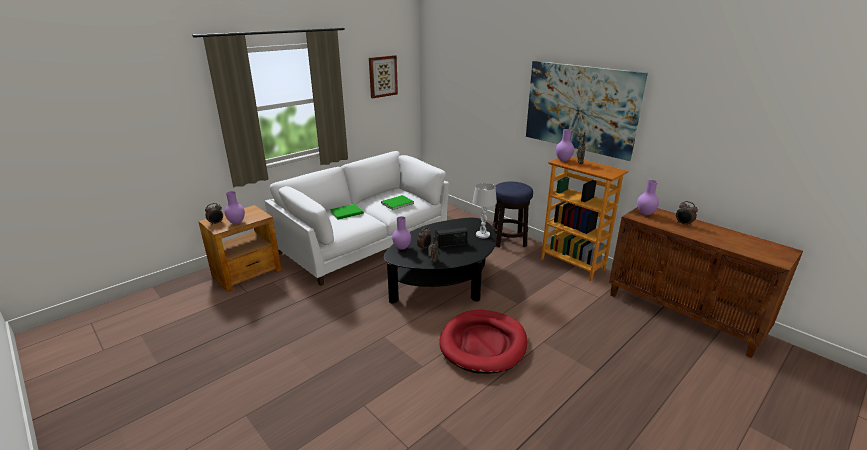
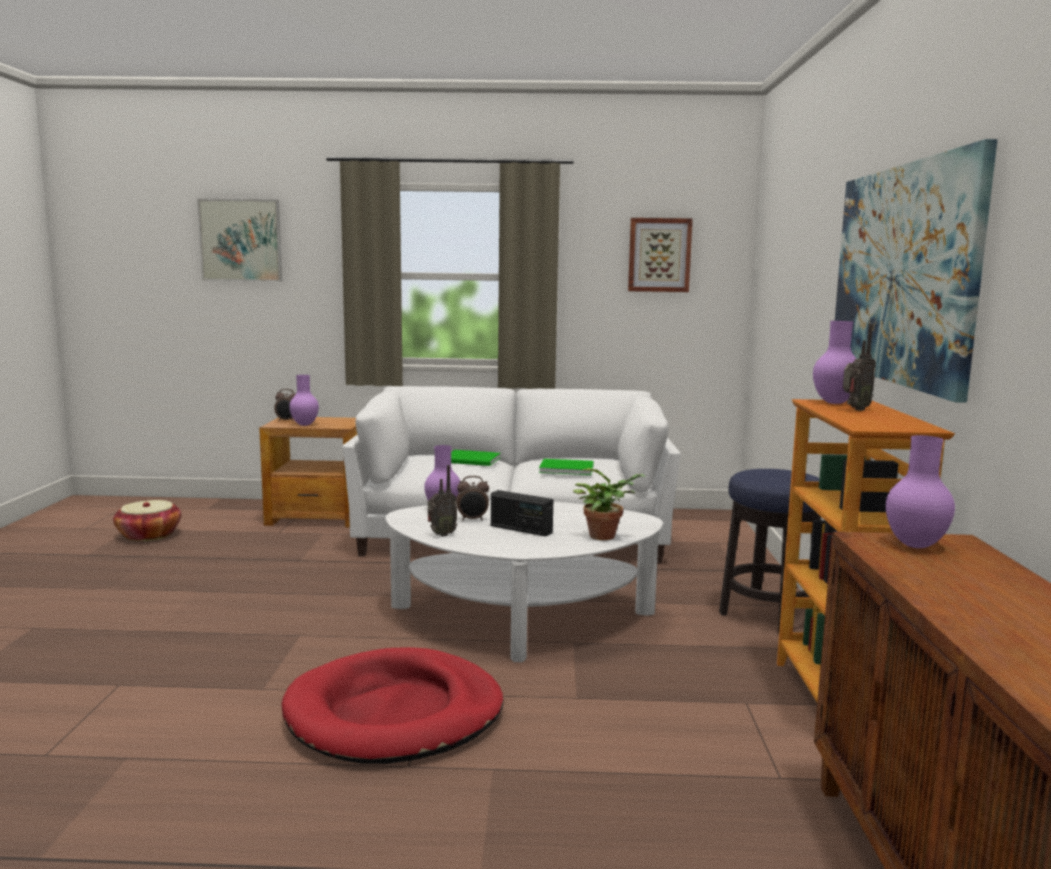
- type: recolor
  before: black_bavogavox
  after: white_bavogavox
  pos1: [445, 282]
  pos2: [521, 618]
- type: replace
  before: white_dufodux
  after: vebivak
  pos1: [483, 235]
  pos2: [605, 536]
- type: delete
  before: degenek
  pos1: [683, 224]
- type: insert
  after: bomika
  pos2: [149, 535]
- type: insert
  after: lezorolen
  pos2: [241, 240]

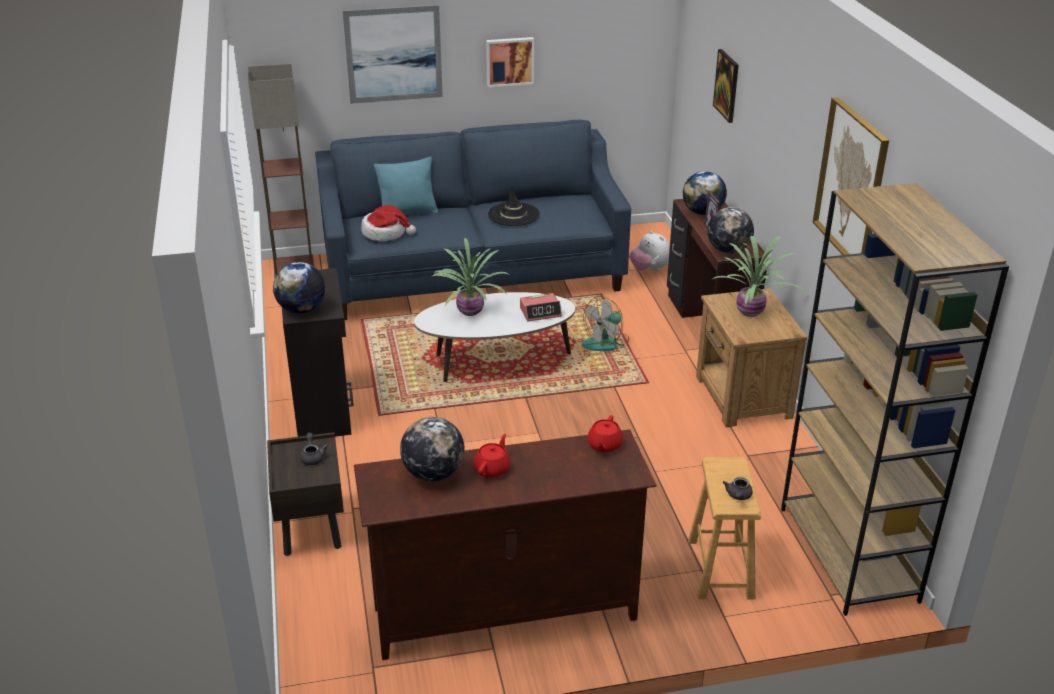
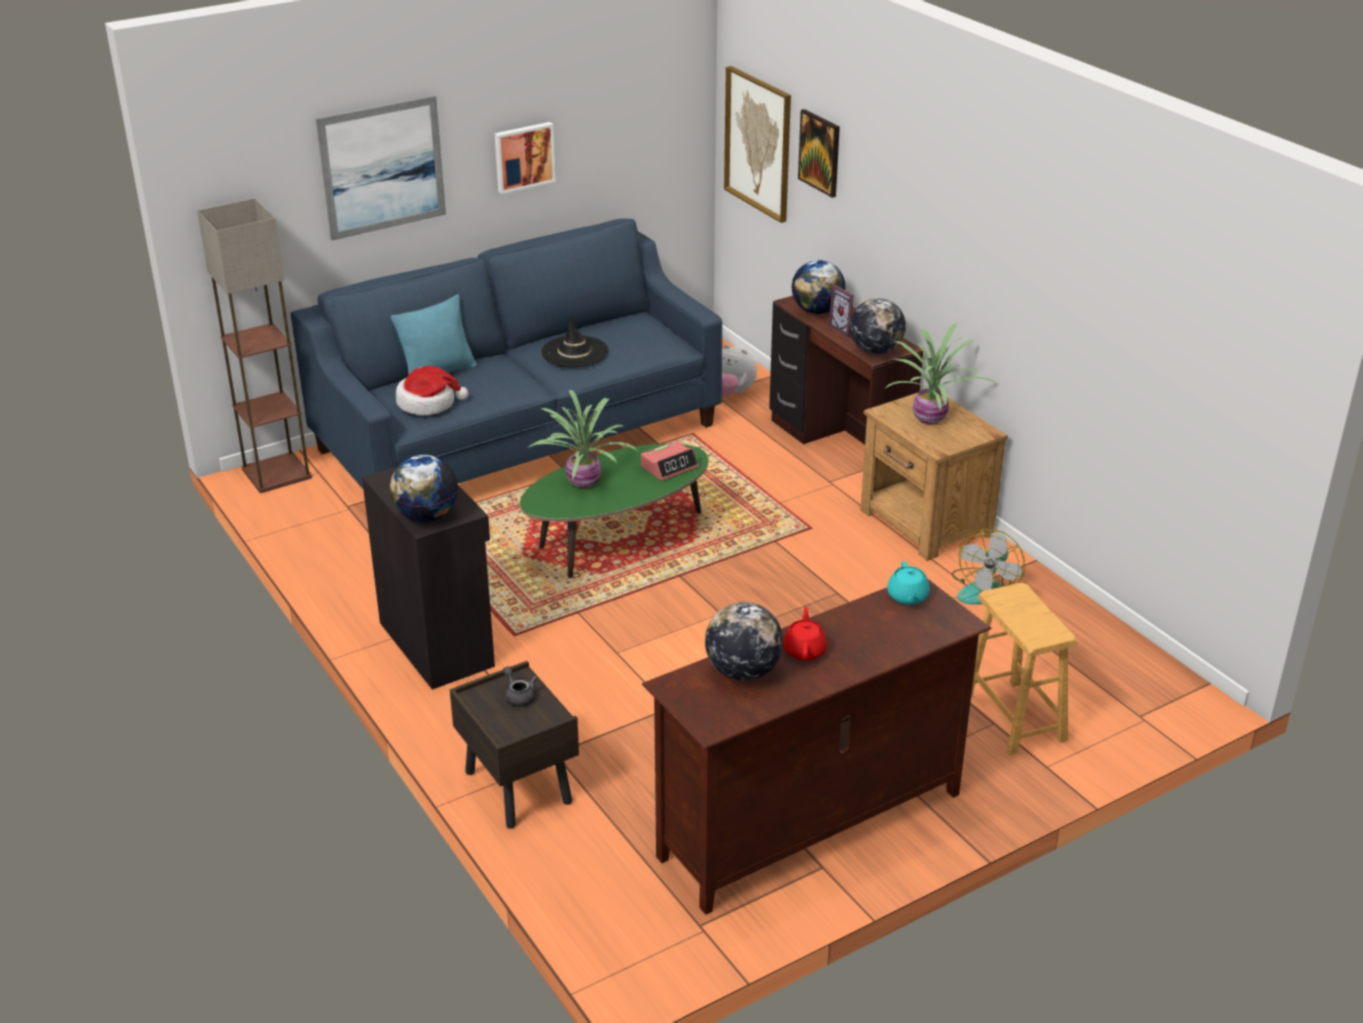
- type: recolor
  before: white_bavogavox
  after: green_bavogavox
  pos1: [496, 362]
  pos2: [617, 541]
- type: move
  before: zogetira
  pos1: [606, 342]
  pos2: [985, 588]
- type: recolor
  before: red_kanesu
  after: turquoise_kanesu
  pos1: [604, 445]
  pos2: [907, 597]
- type: delete
  before: grey_kanesu
  pos1: [738, 496]
- type: delete
  before: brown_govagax
  pos1: [849, 554]
- type: move
  before: lezorolen
  pos1: [851, 184]
  pos2: [758, 143]

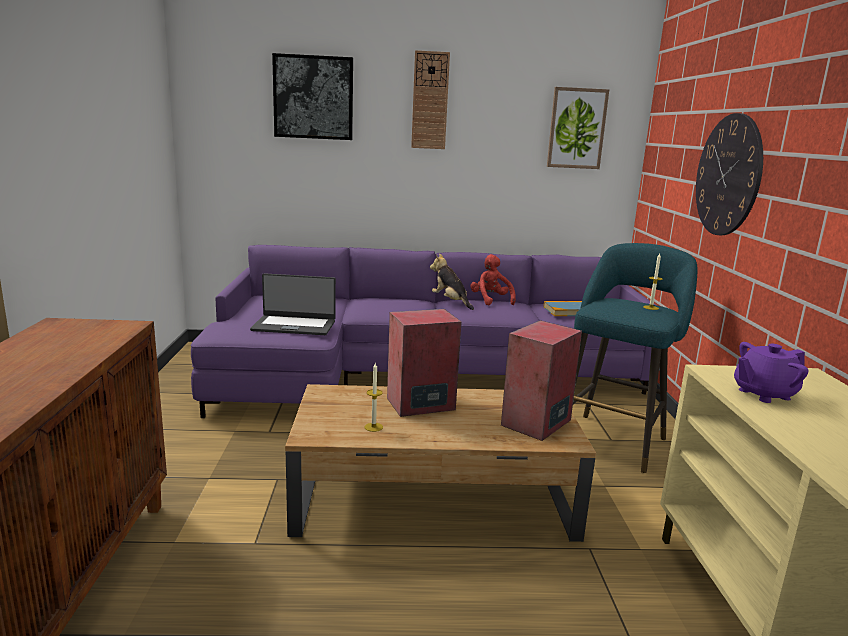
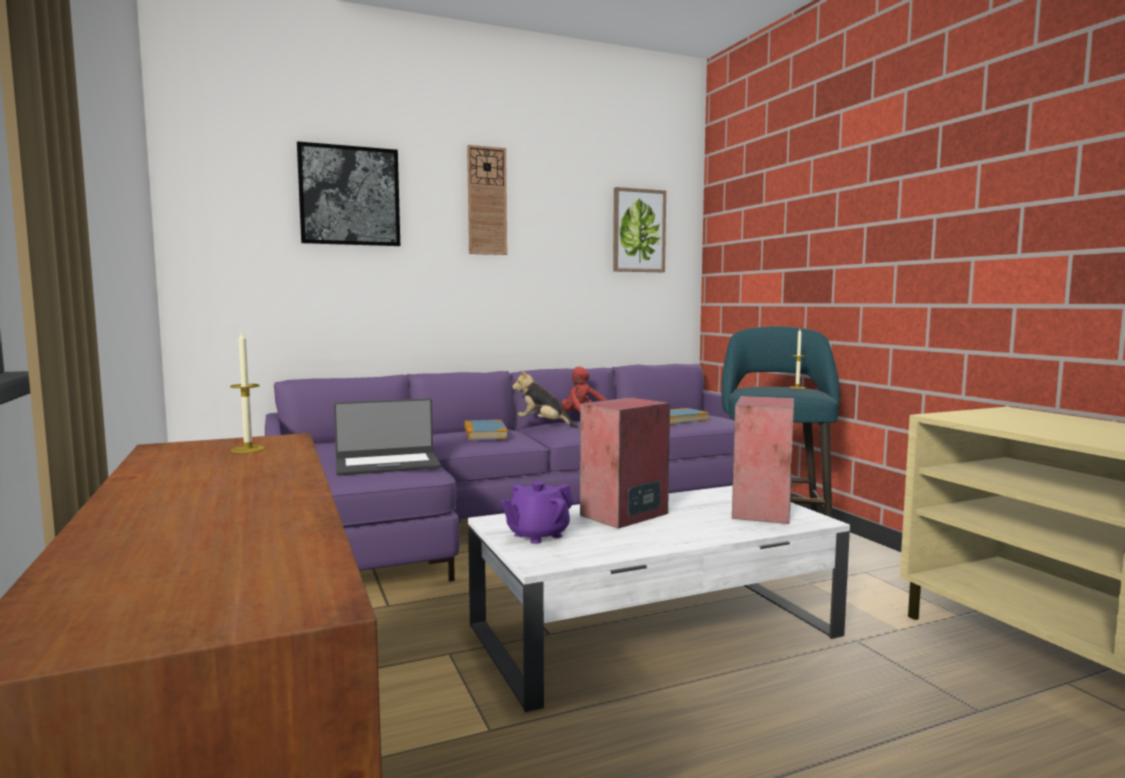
- type: recolor
  before: brown_bavogavox
  after: white_bavogavox
  pos1: [435, 497]
  pos2: [656, 630]
- type: move
  before: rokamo
  pos1: [373, 427]
  pos2: [248, 449]
- type: delete
  before: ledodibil
  pos1: [728, 175]
- type: move
  before: purple_kanesu
  pos1: [763, 394]
  pos2: [537, 535]
- type: insert
  after: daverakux
  pos2: [485, 433]

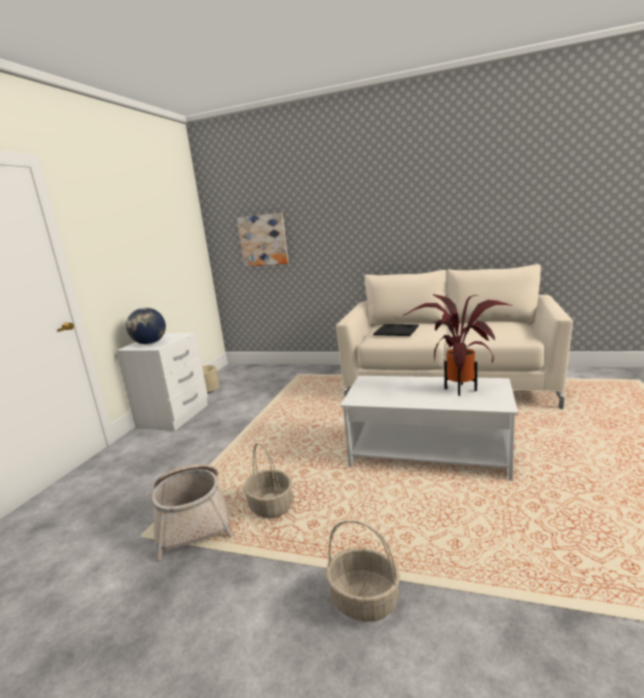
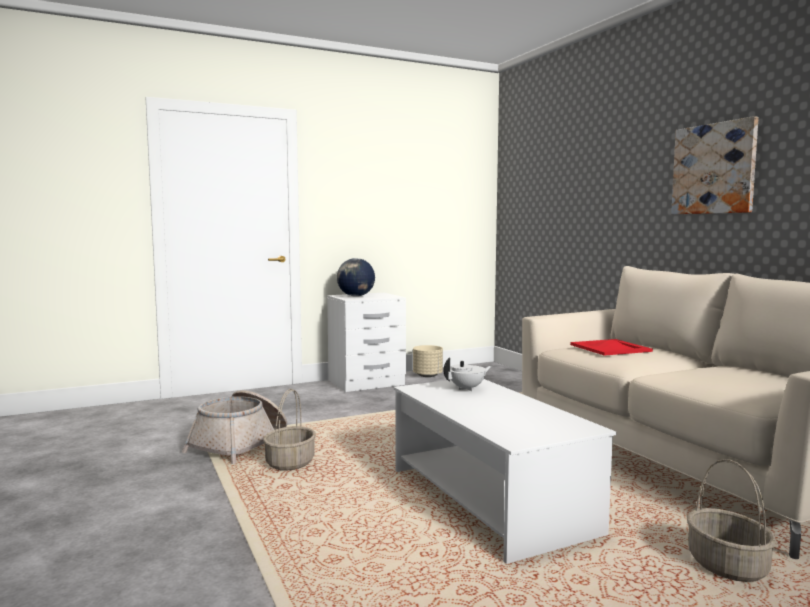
- type: move
  before: lezorolen
  pos1: [263, 240]
  pos2: [714, 169]
- type: move
  before: bomika
  pos1: [363, 601]
  pos2: [725, 565]
- type: recolor
  before: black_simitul
  after: red_simitul
  pos1: [396, 330]
  pos2: [611, 348]
- type: delete
  before: vebivak
  pos1: [460, 388]
- type: insert
  after: white_kanesu
  pos2: [467, 388]

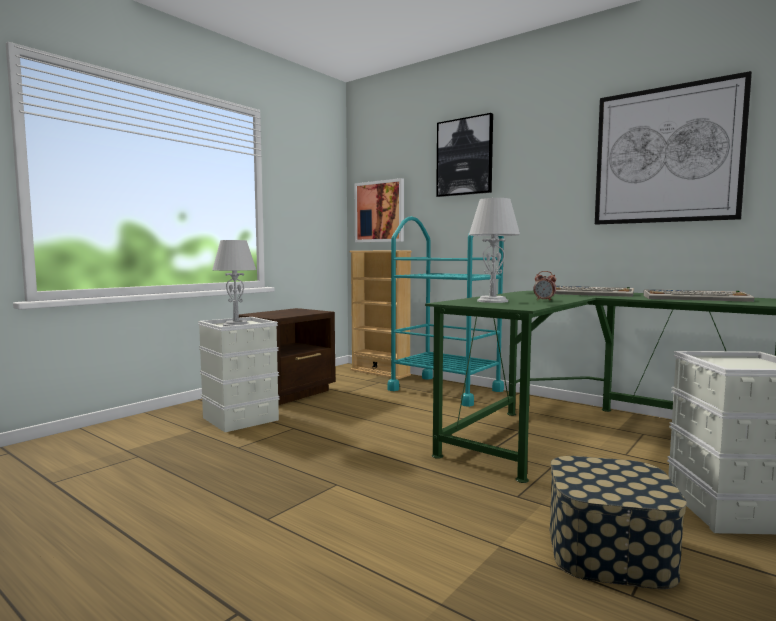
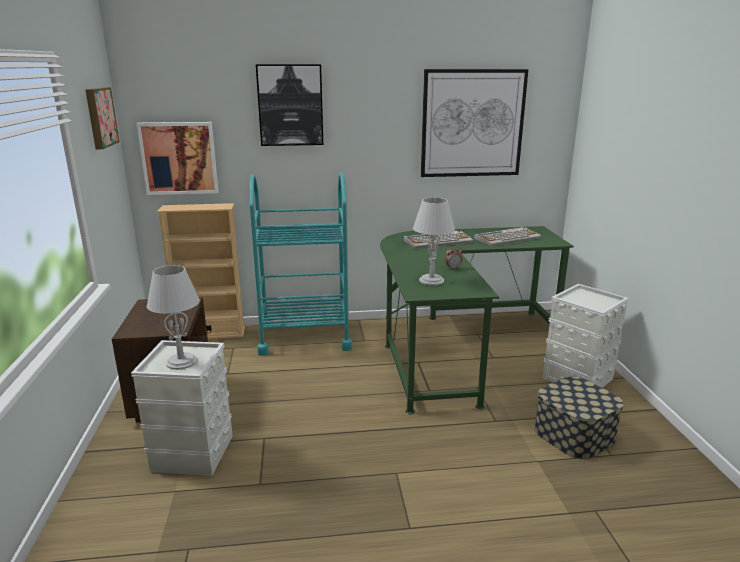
- type: insert
  after: lezorolen
  pos2: [99, 117]

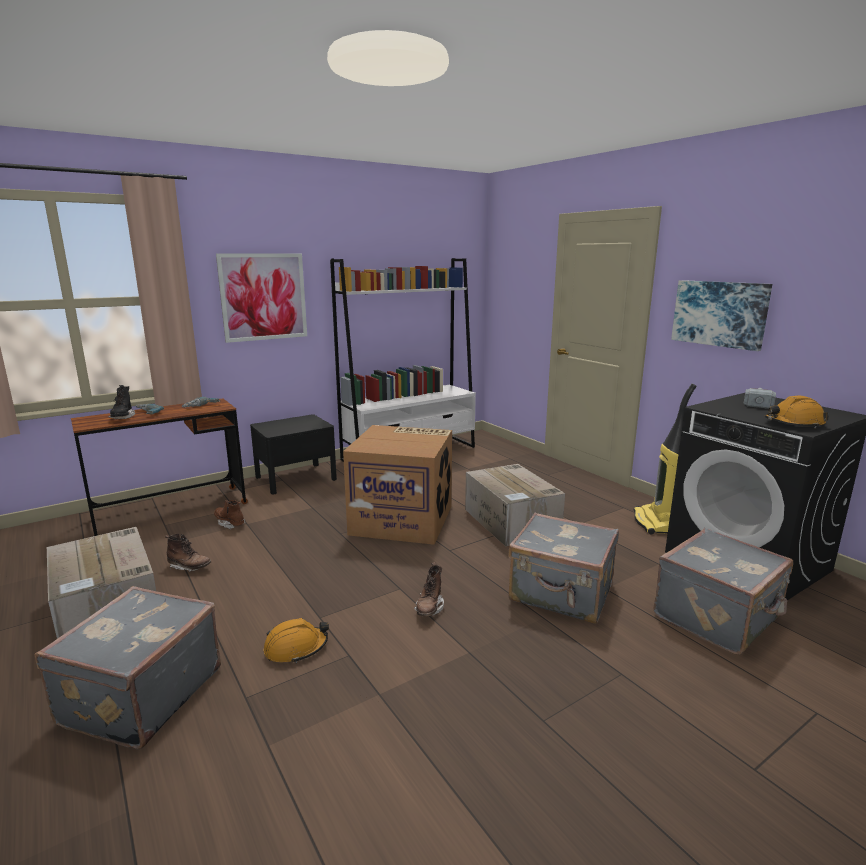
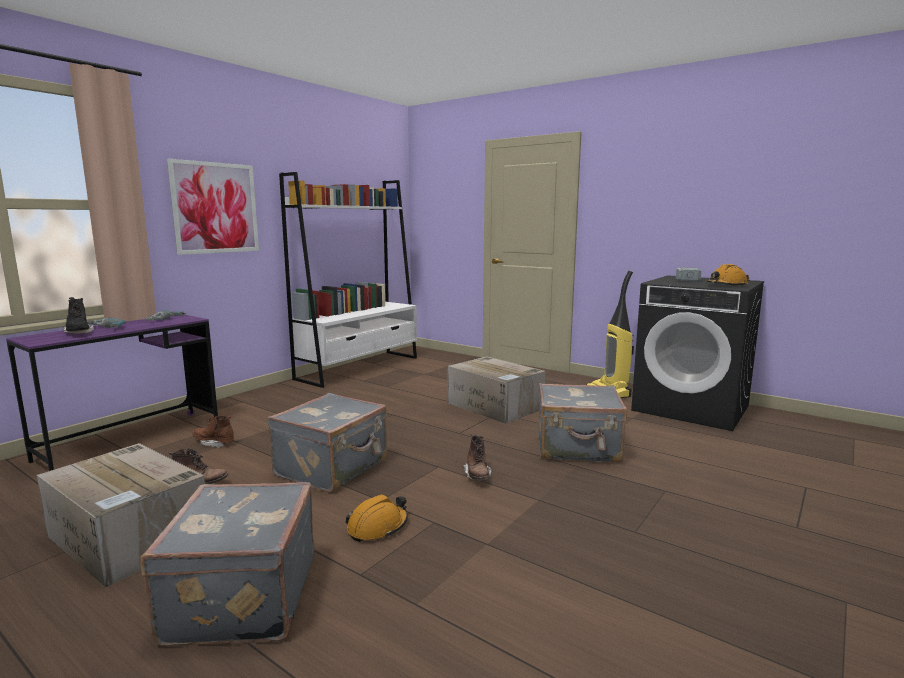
- type: recolor
  before: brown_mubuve
  after: purple_mubuve
  pos1: [171, 511]
  pos2: [131, 442]
- type: delete
  before: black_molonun
  pos1: [296, 478]
- type: delete
  before: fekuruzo
  pos1: [403, 519]
- type: move
  before: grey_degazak
  pos1: [718, 617]
  pos2: [333, 468]
- type: delete
  before: lezorolen
  pos1: [719, 313]

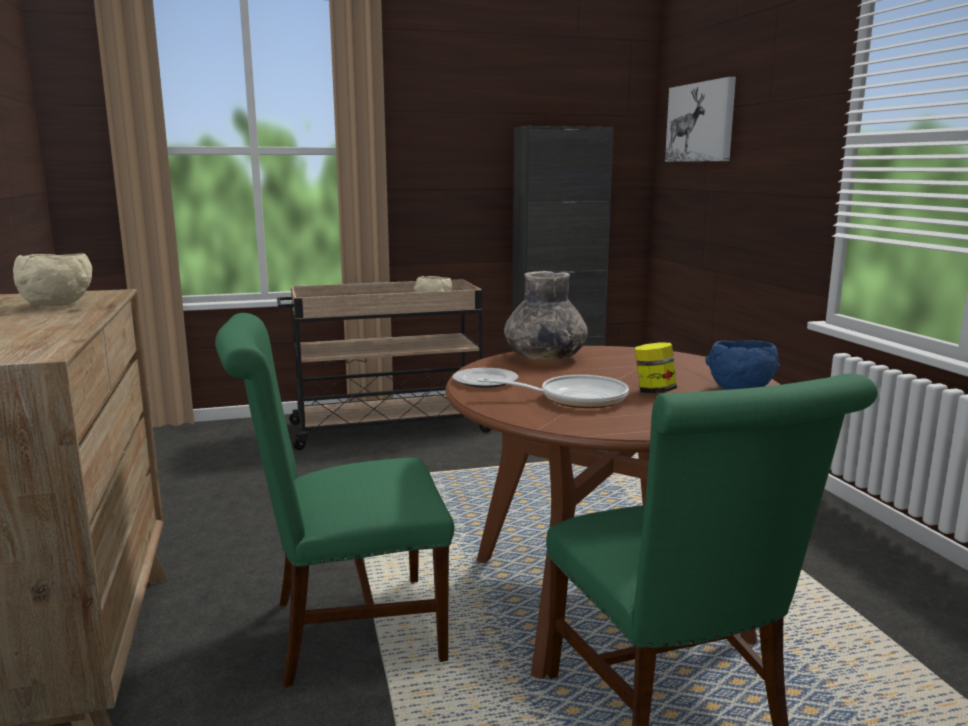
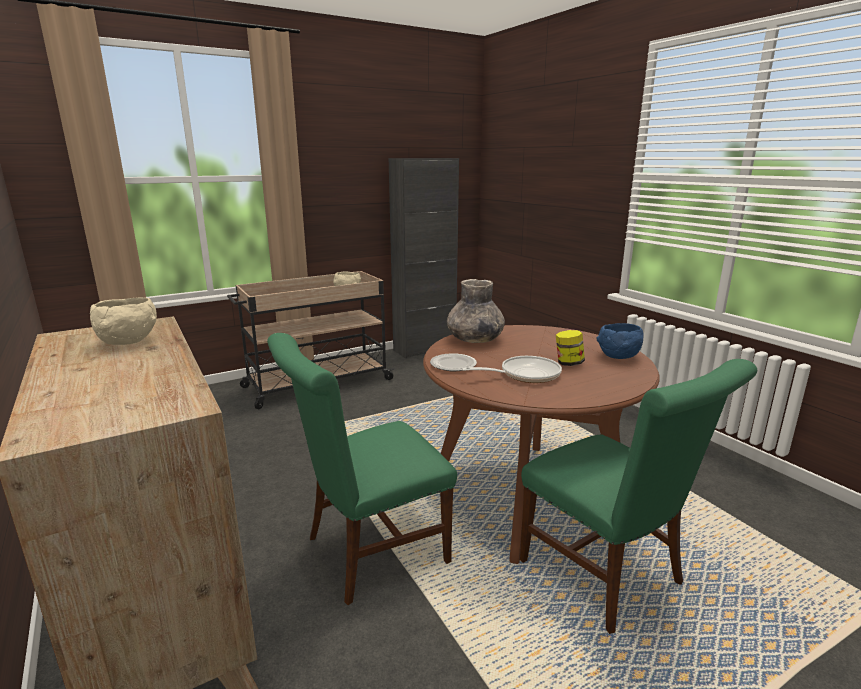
- type: delete
  before: lezorolen
  pos1: [701, 122]

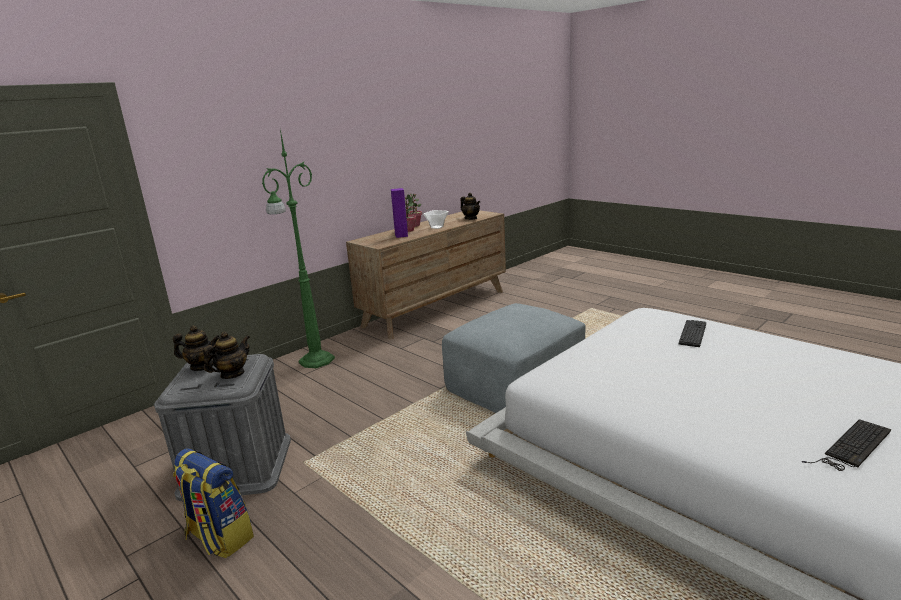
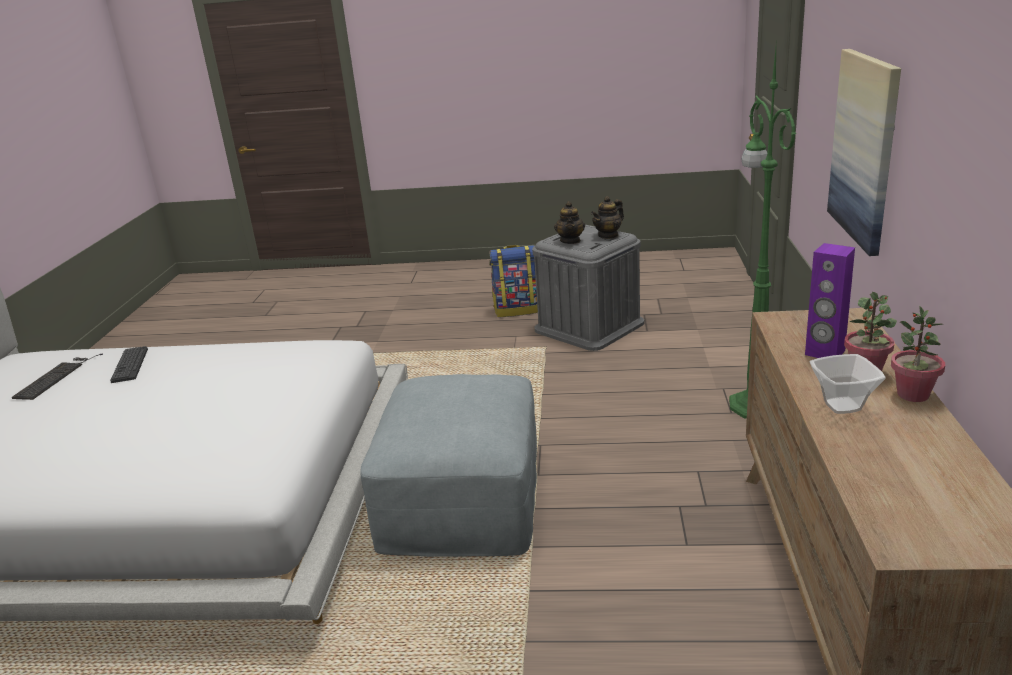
- type: delete
  before: kanesu
  pos1: [471, 218]
- type: move
  before: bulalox
  pos1: [692, 334]
  pos2: [130, 365]
- type: insert
  after: lezorolen
  pos2: [865, 148]

